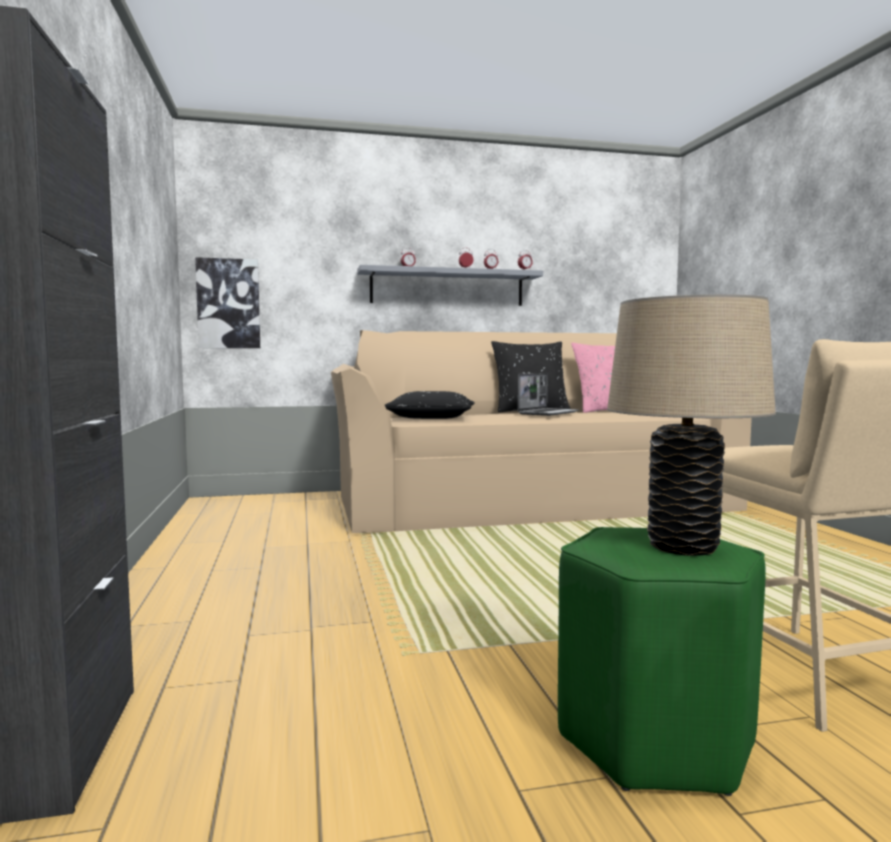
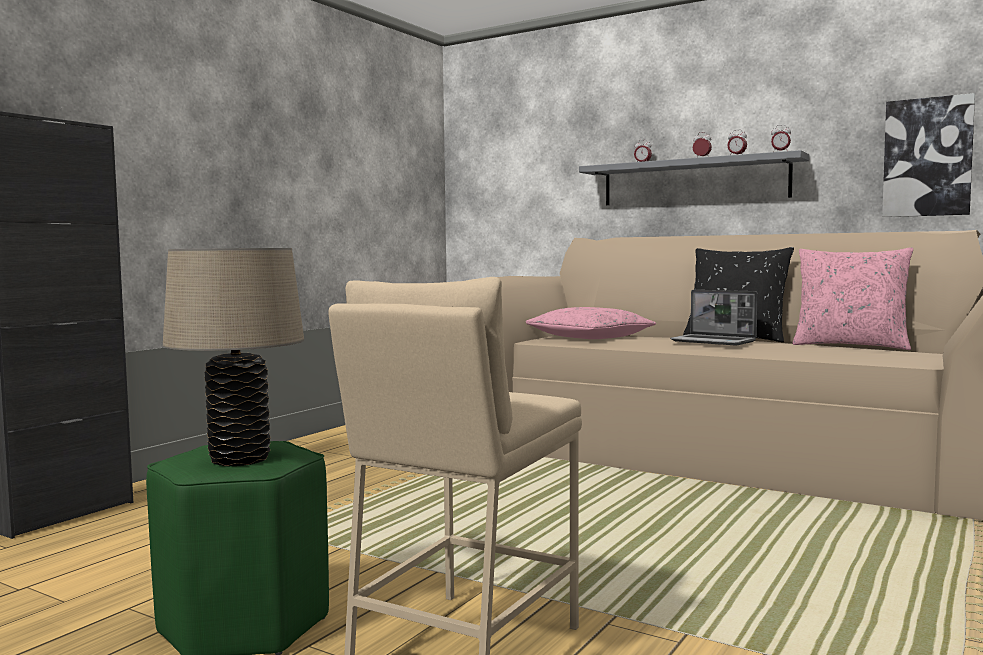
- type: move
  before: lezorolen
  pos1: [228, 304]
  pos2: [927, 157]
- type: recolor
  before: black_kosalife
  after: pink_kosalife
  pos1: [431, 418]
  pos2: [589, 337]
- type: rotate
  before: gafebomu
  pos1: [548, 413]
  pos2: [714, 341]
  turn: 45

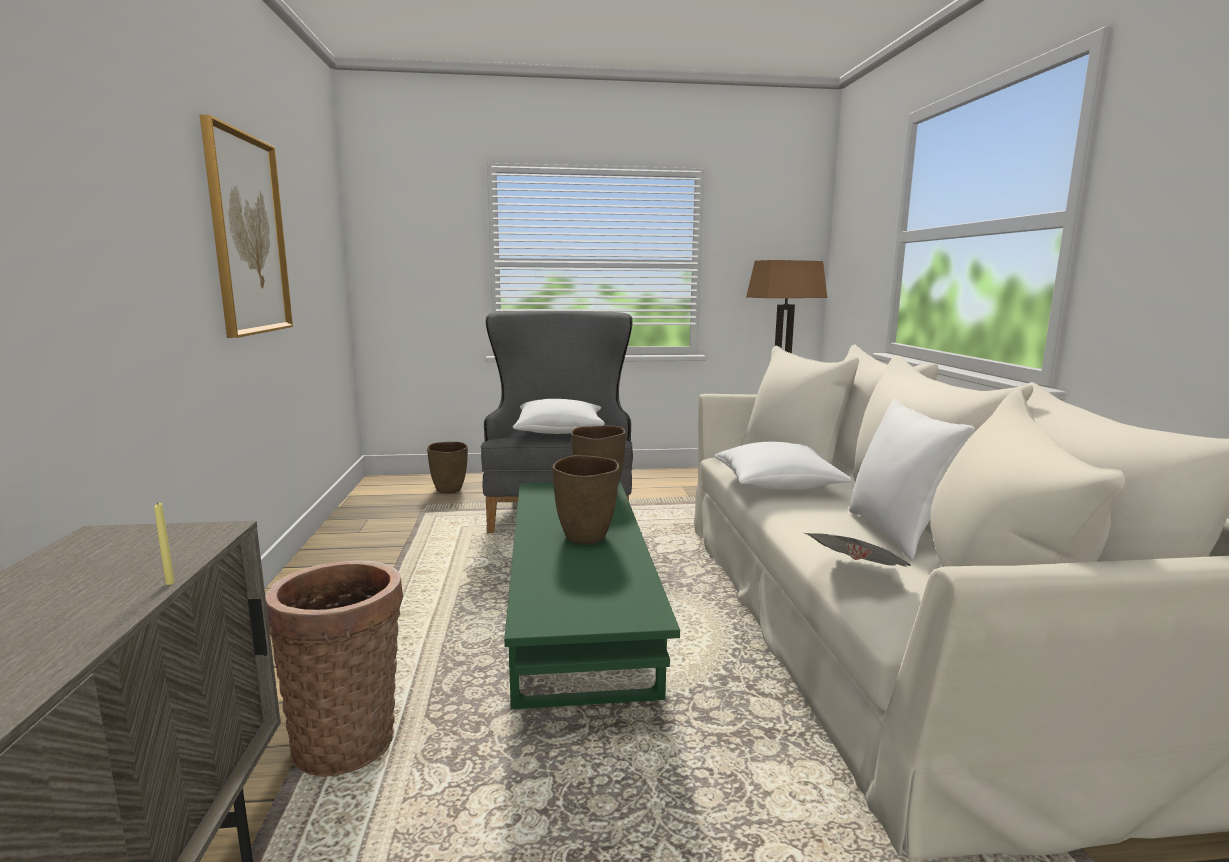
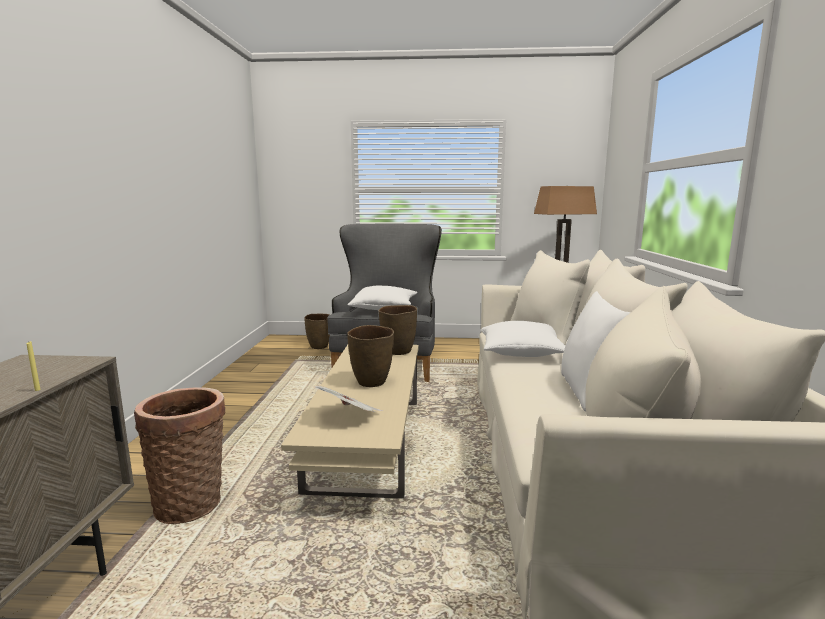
- type: delete
  before: lezorolen
  pos1: [248, 235]
- type: recolor
  before: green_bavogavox
  after: beige_bavogavox
  pos1: [579, 622]
  pos2: [368, 441]
- type: move
  before: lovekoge
  pos1: [856, 577]
  pos2: [349, 416]

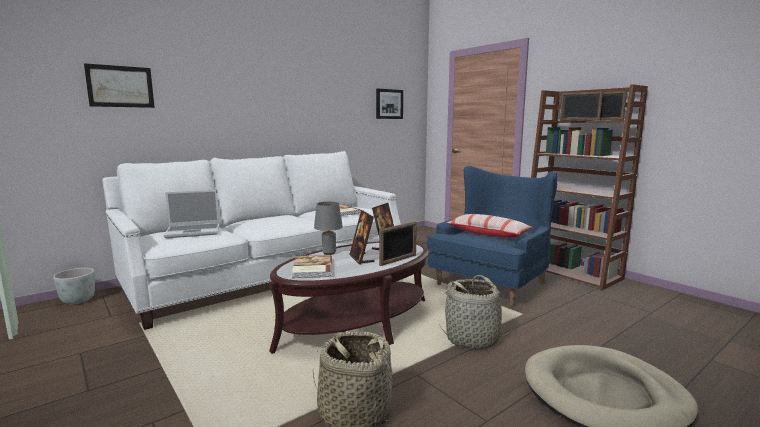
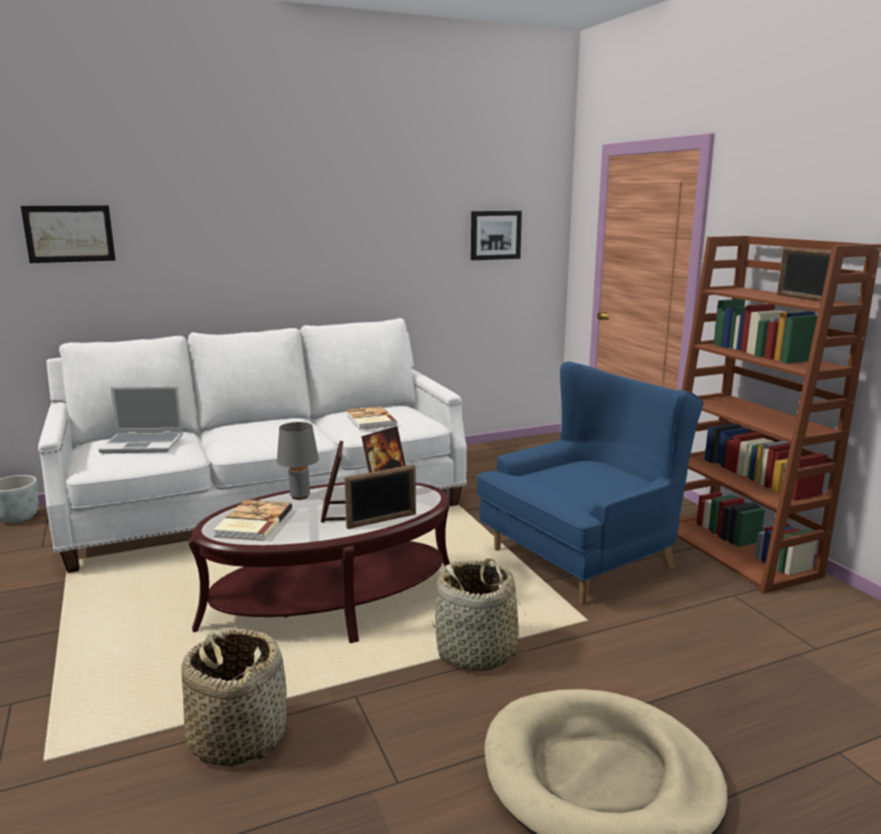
- type: delete
  before: kosalife
  pos1: [488, 234]
- type: delete
  before: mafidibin
  pos1: [579, 120]

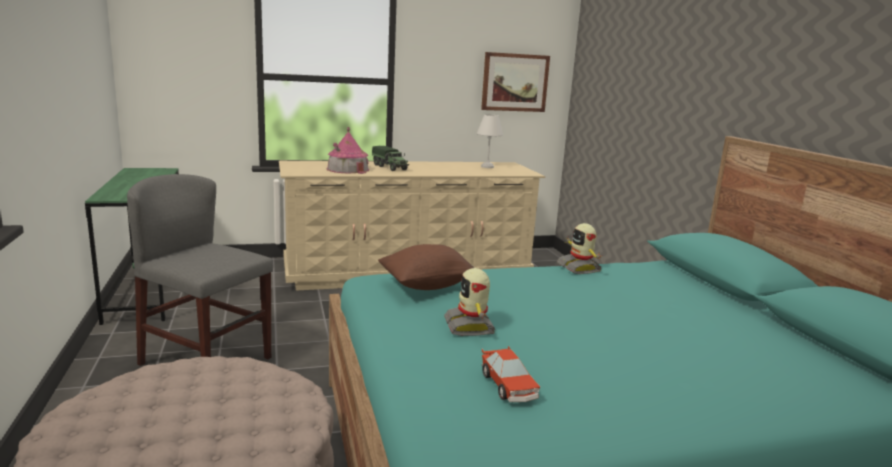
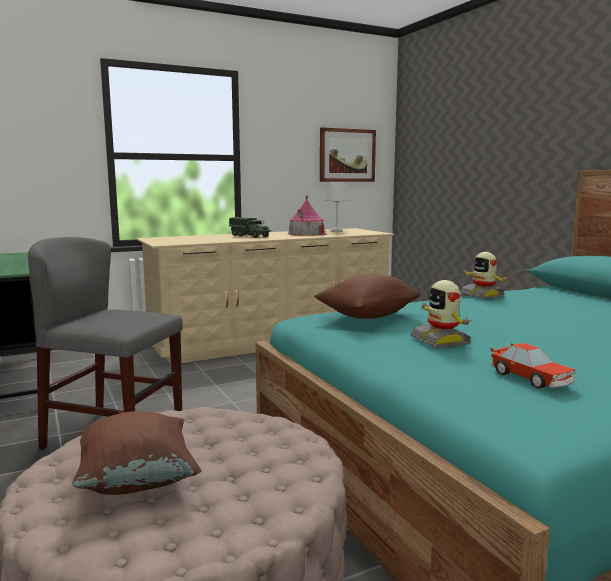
- type: move
  before: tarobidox
  pos1: [348, 169]
  pos2: [306, 233]
- type: insert
  after: brown_kosalife
  pos2: [137, 479]

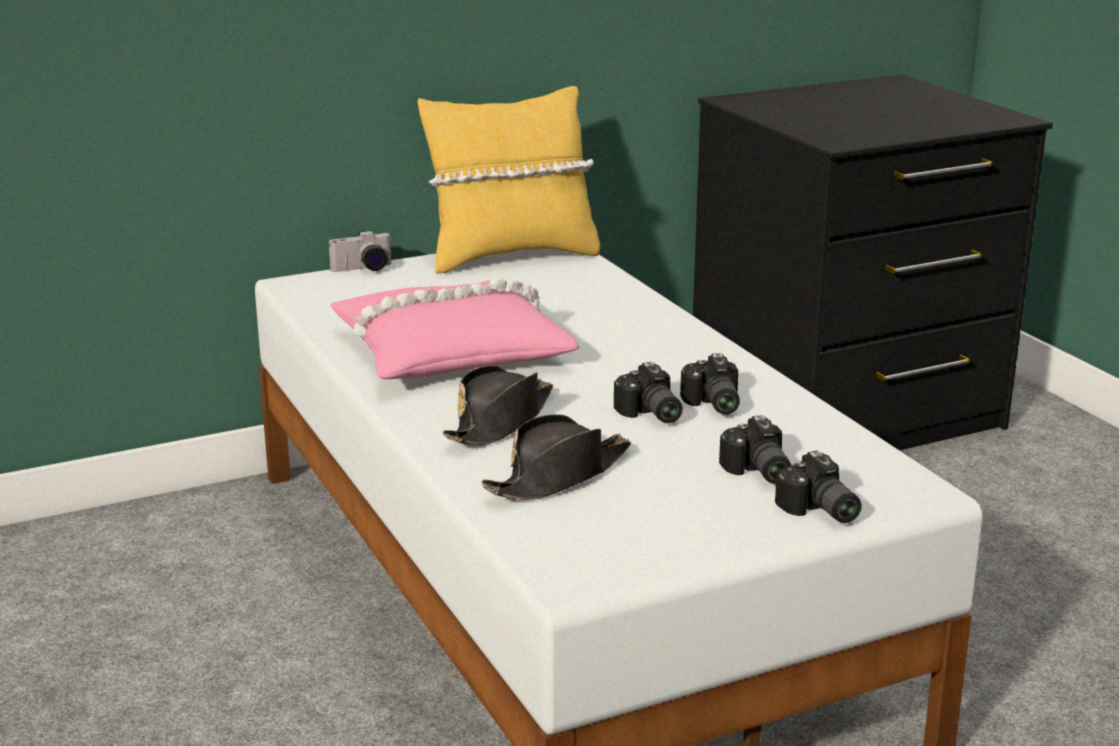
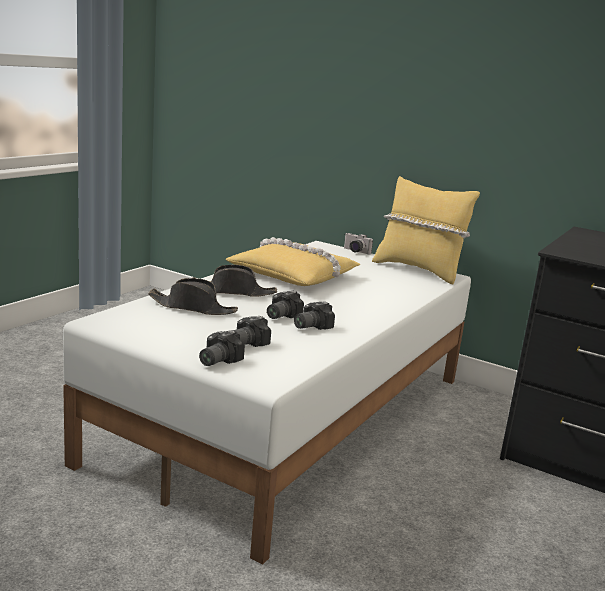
- type: recolor
  before: pink_kosalife
  after: yellow_kosalife
  pos1: [450, 351]
  pos2: [294, 275]

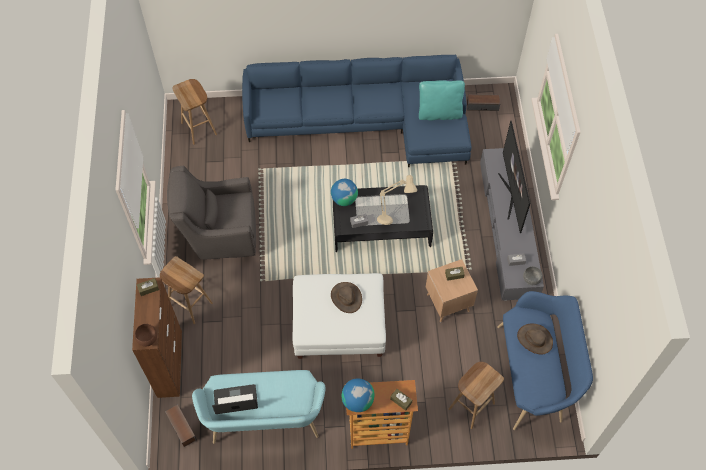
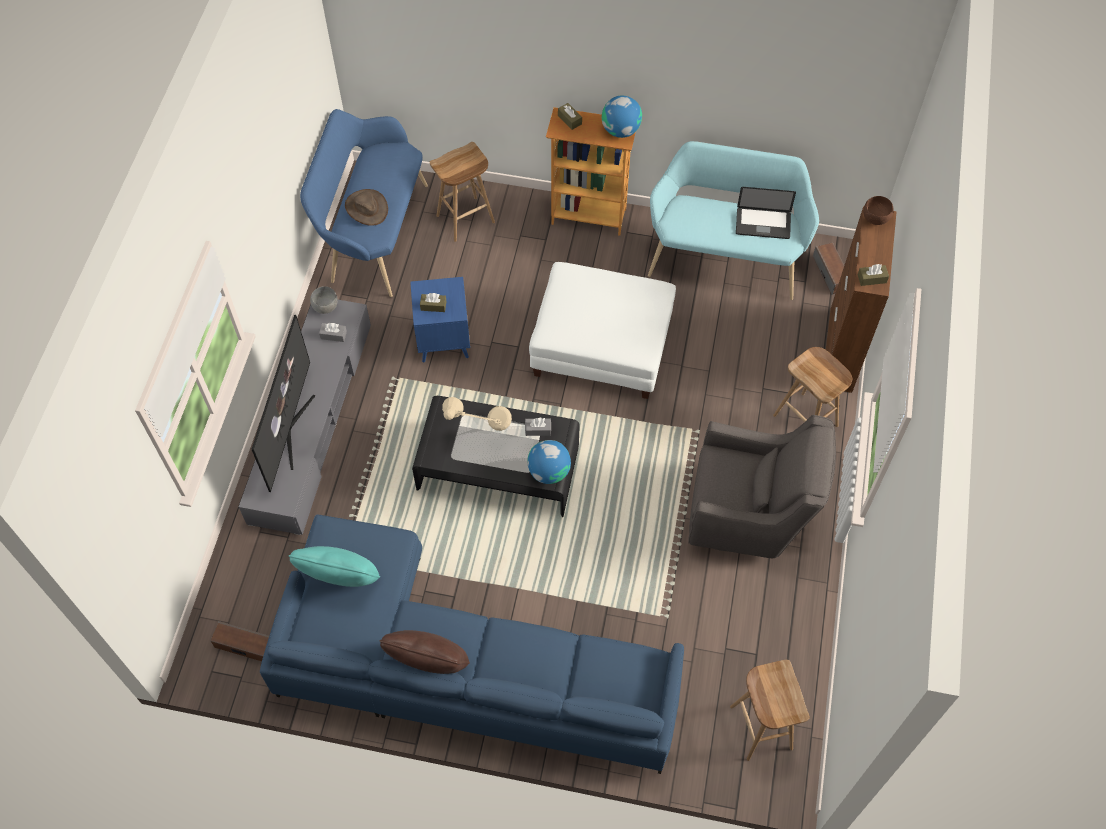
- type: delete
  before: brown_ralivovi
  pos1: [346, 297]
- type: recolor
  before: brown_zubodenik
  after: blue_zubodenik
  pos1: [448, 303]
  pos2: [443, 340]
- type: insert
  after: brown_kosalife
  pos2: [428, 665]

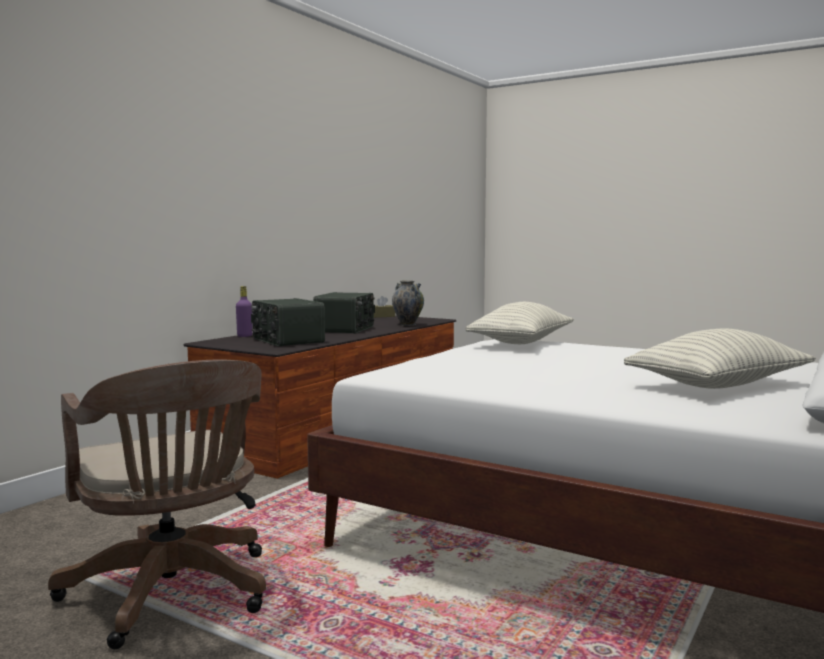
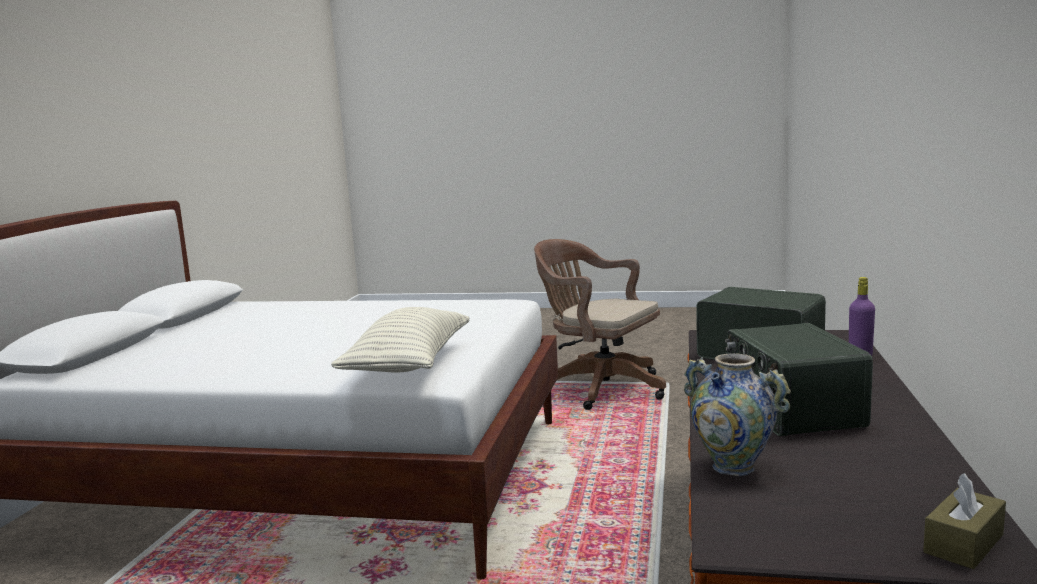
- type: delete
  before: kosalife
  pos1: [718, 385]

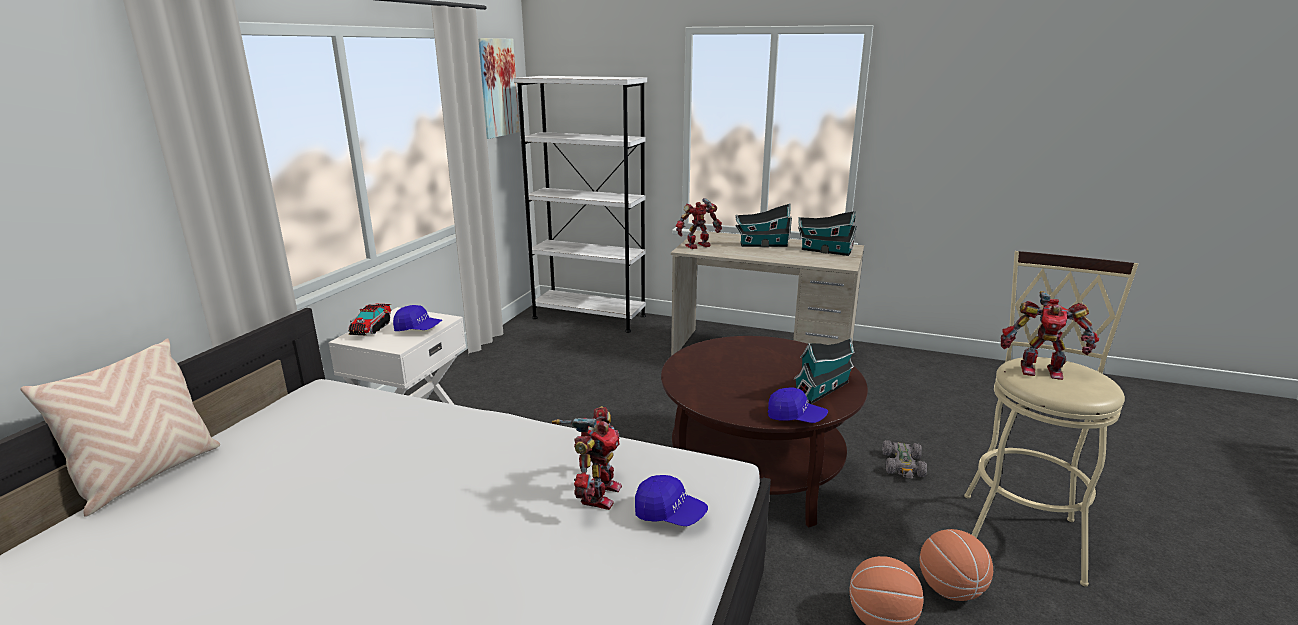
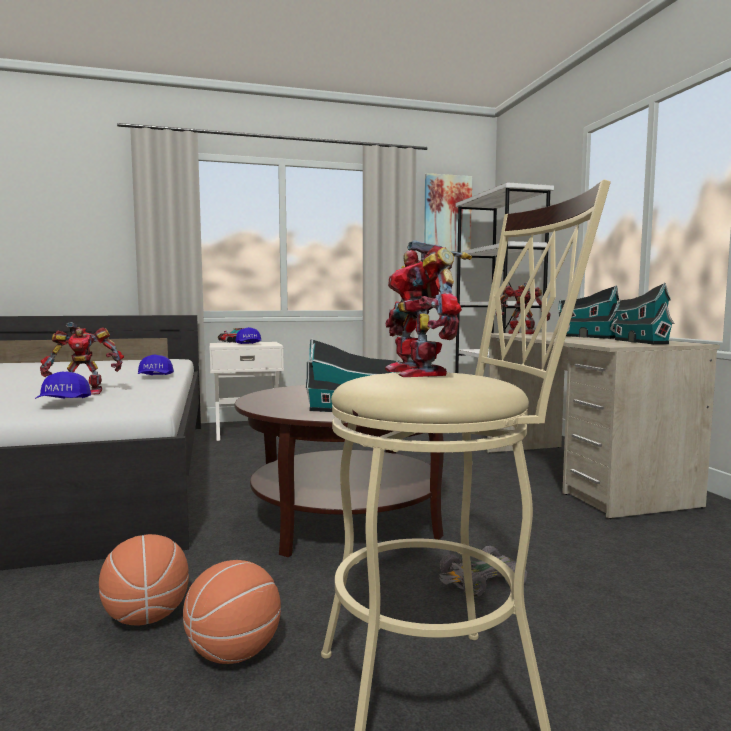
- type: delete
  before: beige_kosalife
  pos1: [148, 475]
- type: move
  before: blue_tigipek
  pos1: [796, 417]
  pos2: [155, 377]

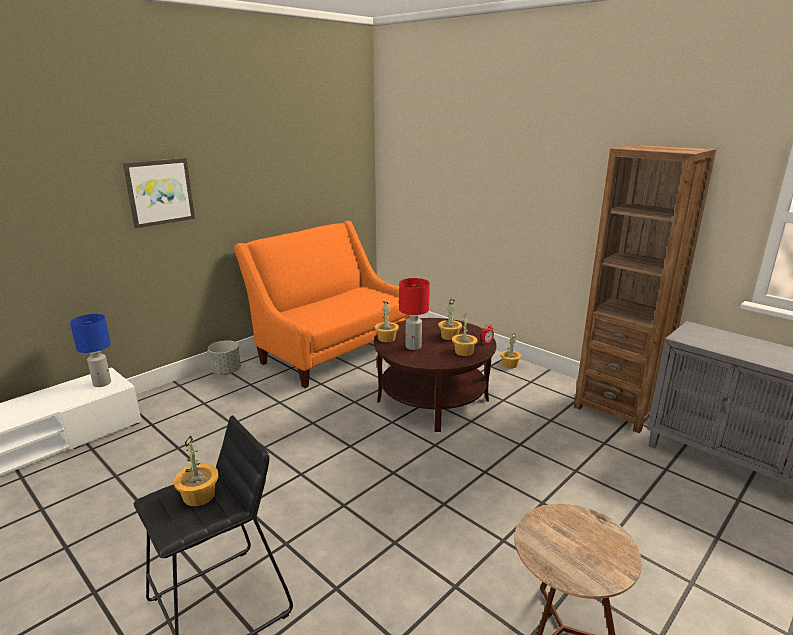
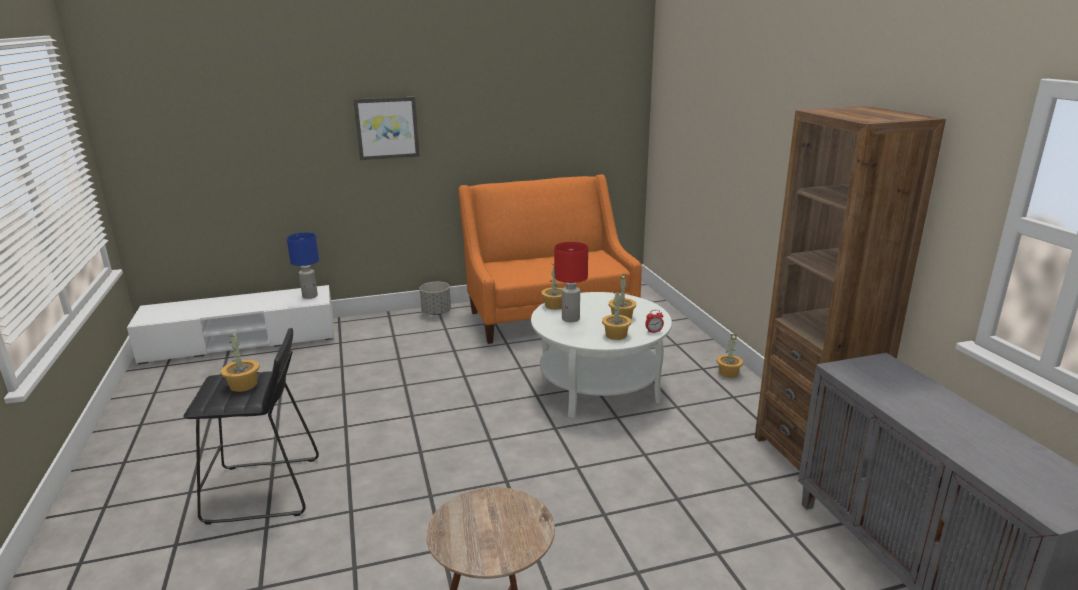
- type: recolor
  before: brown_bavogavox
  after: white_bavogavox
  pos1: [432, 400]
  pos2: [599, 386]

